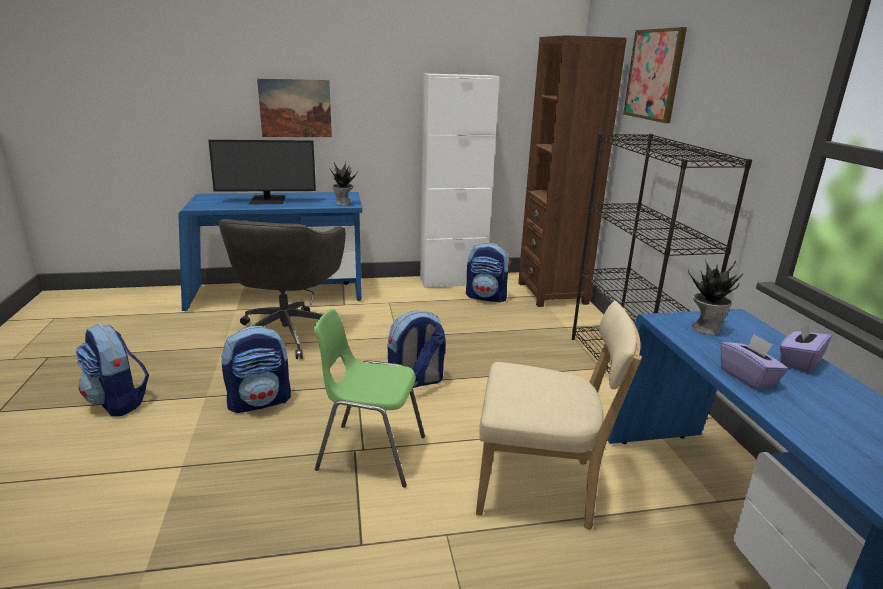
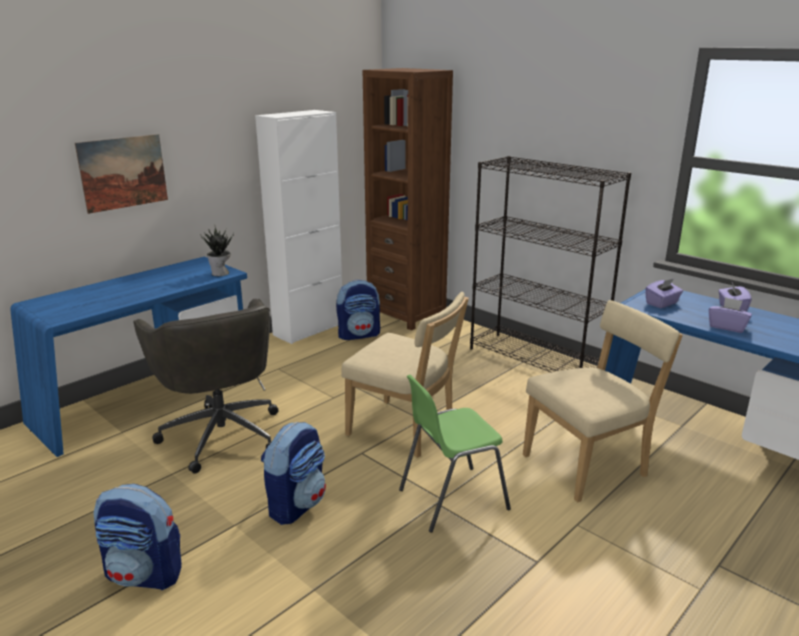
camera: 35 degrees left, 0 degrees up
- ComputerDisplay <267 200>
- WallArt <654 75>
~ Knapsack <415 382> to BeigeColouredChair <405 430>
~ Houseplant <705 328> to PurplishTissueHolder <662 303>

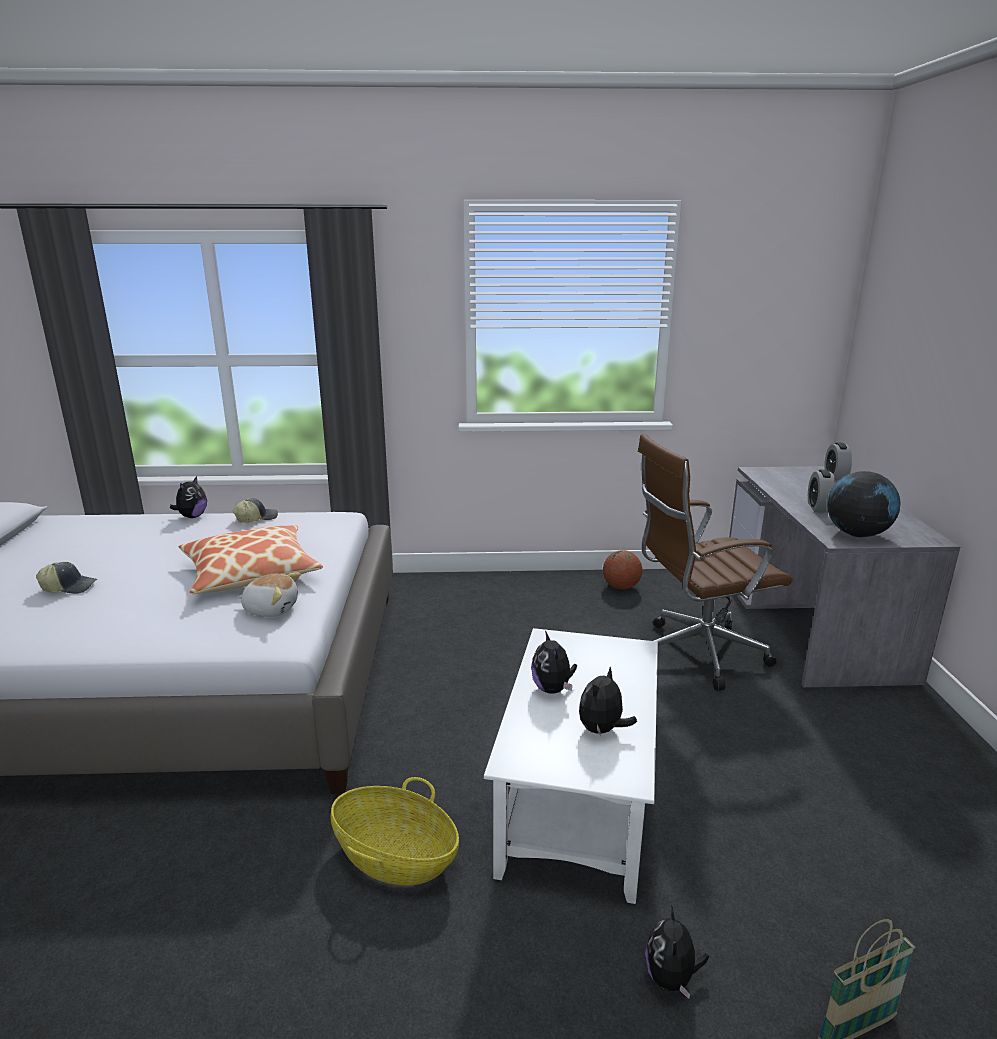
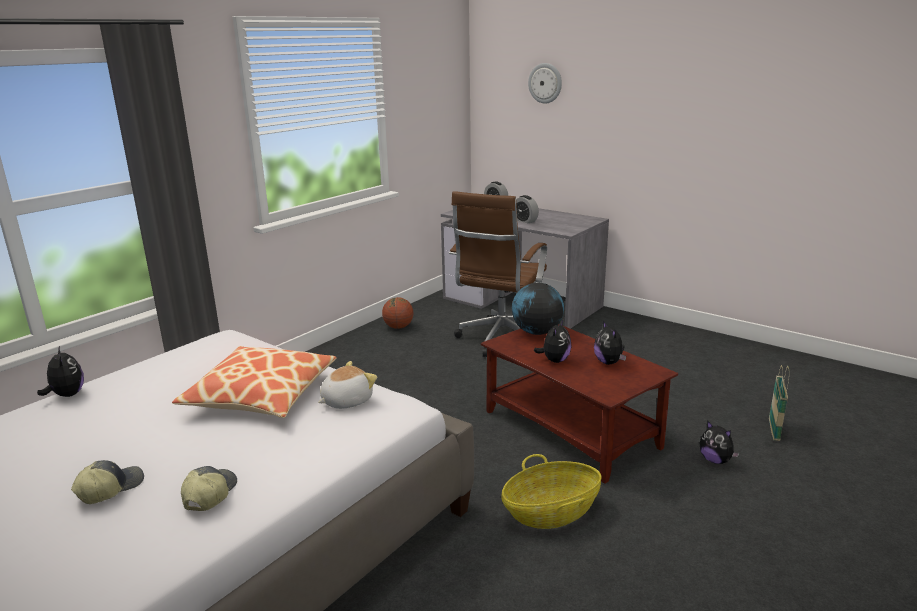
camera: 50 degrees left, 0 degrees up
+ WallClock <545 83>
~ BaseballCap <256 518> to <209 494>
~ Globe <856 534> to <536 332>
~ WhitishLowTable <578 798> to BrownishLowTable <572 429>
~ CuddlyToy <553 689> = <554 360> 90 degrees counterclockwise

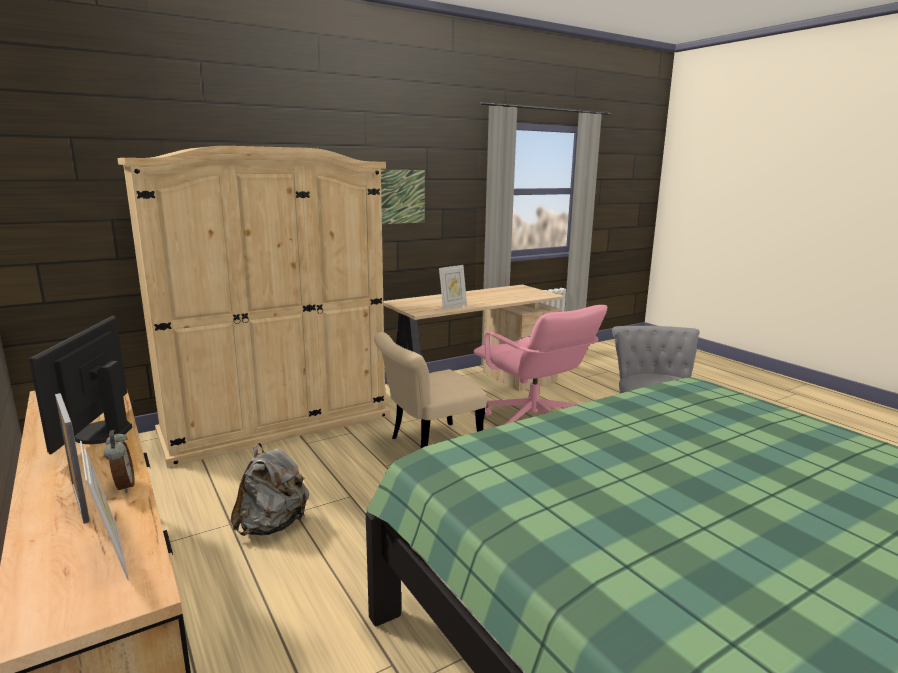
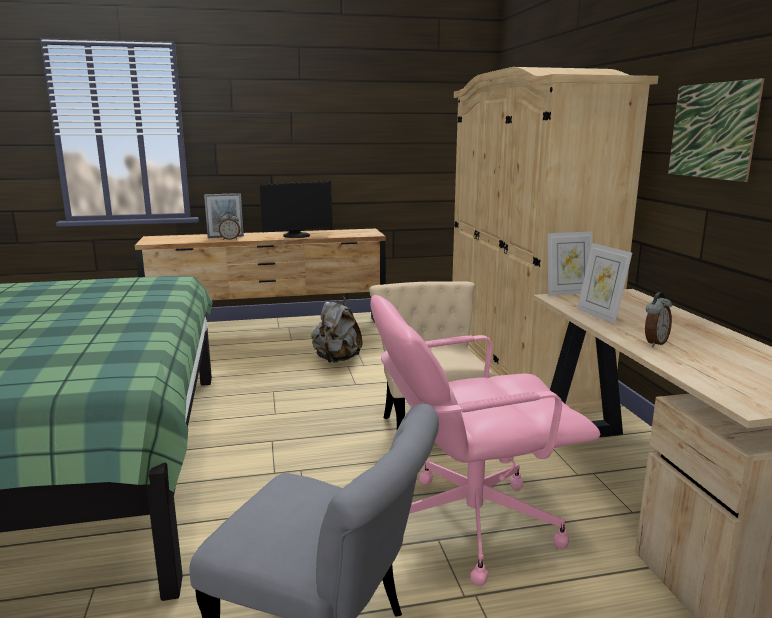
camera: 110 degrees right, 0 degrees up
+ BedsideClock <654 343>
~ PictureFrame <112 558> to <567 293>
~ ComputerDisplay <100 432> = <297 236> 135 degrees clockwise

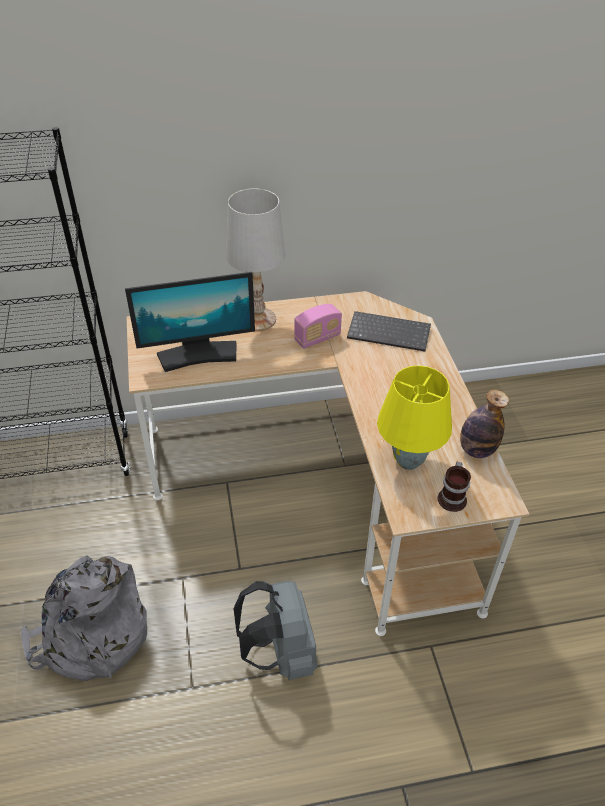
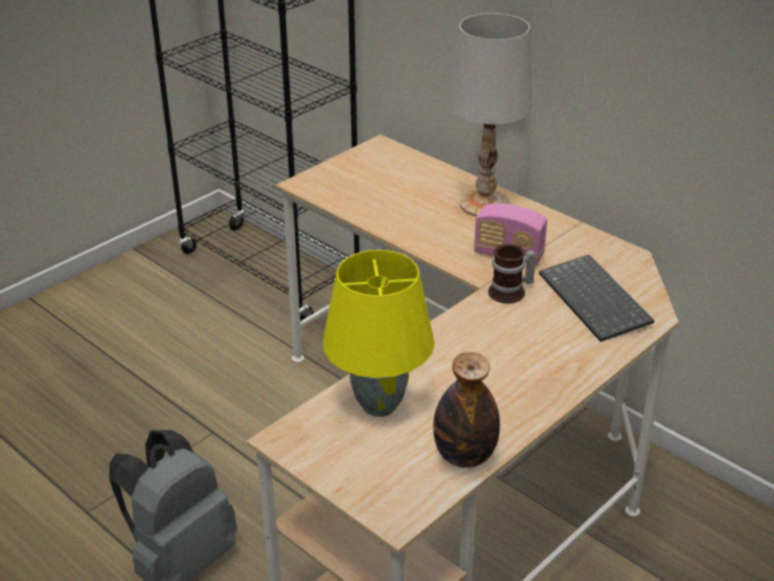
camera: 55 degrees right, 10 degrees down
- GreyKnapsack <91 636>
- ComputerDisplay <198 355>
~ TeaMug <453 497> to <511 292>

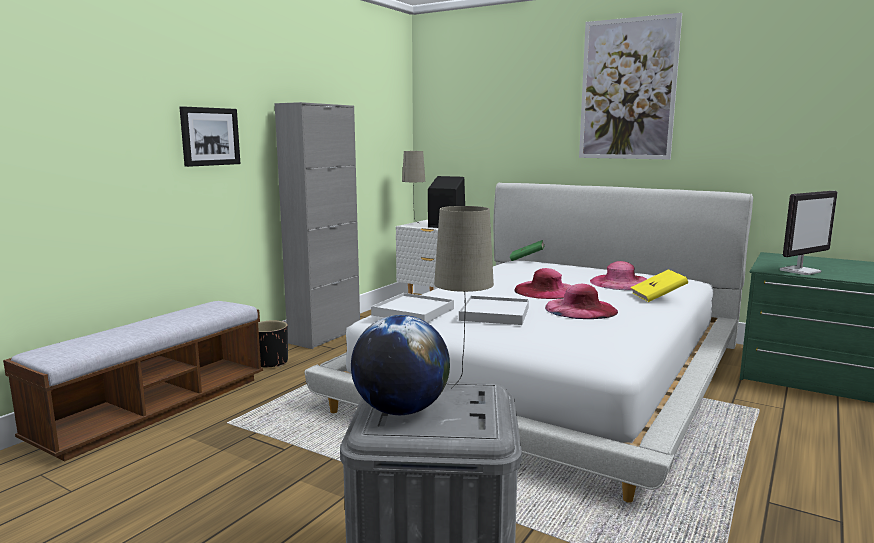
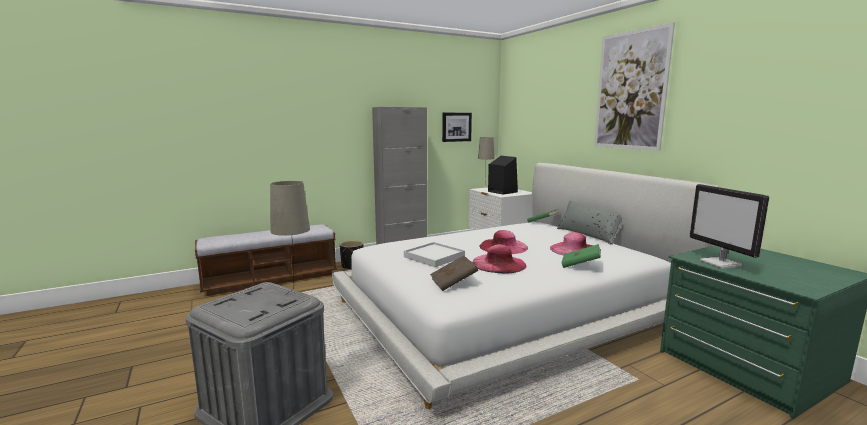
camera: 30 degrees right, 0 degrees up
- Globe <401 410>
- WhitishServingTray <413 312>
+ BrownishBoundBook <453 283>
+ GreyPillow <588 235>
~ WallArt <209 136> to <456 127>
~ YellowBoundBook <658 297> to GreenColouredBoundBook <580 265>
~ ComputerDisplay <800 271> = <721 263> 75 degrees clockwise

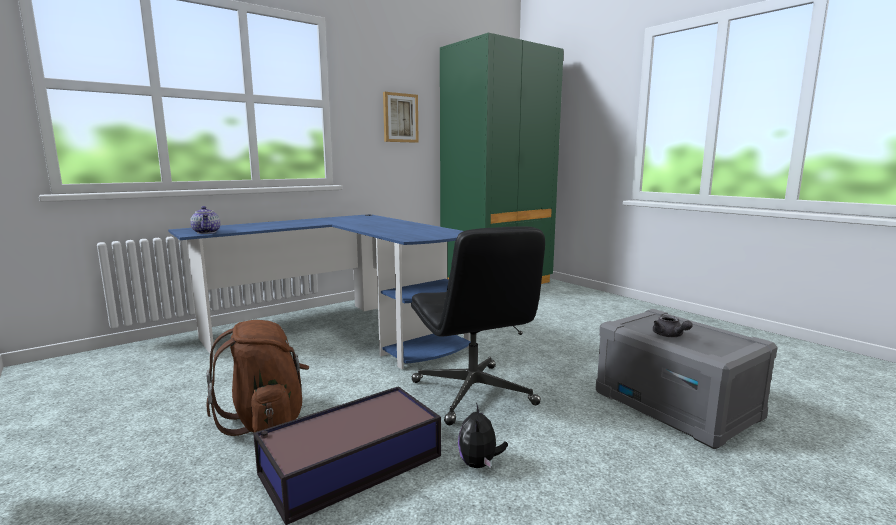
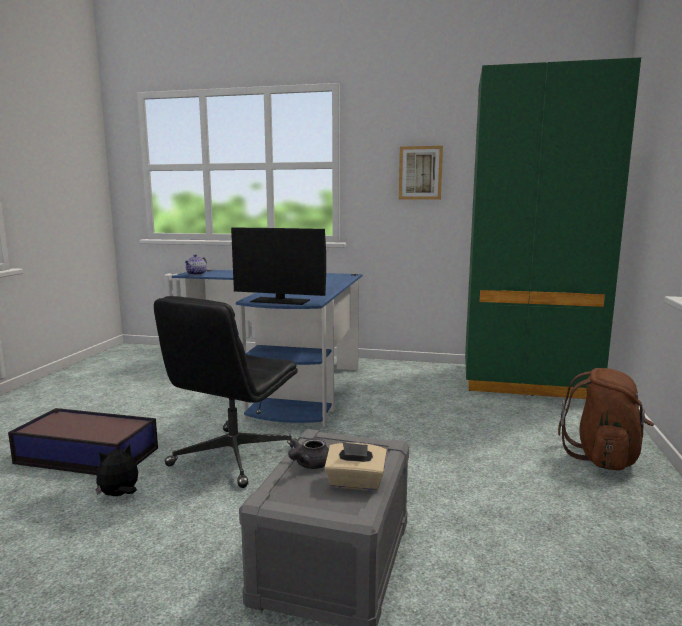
camera: 50 degrees right, 0 degrees up
+ ComputerDisplay <280 301>
+ BeigeColouredTissueHolder <355 483>
~ BrownishKnapsack <266 421> to <603 458>

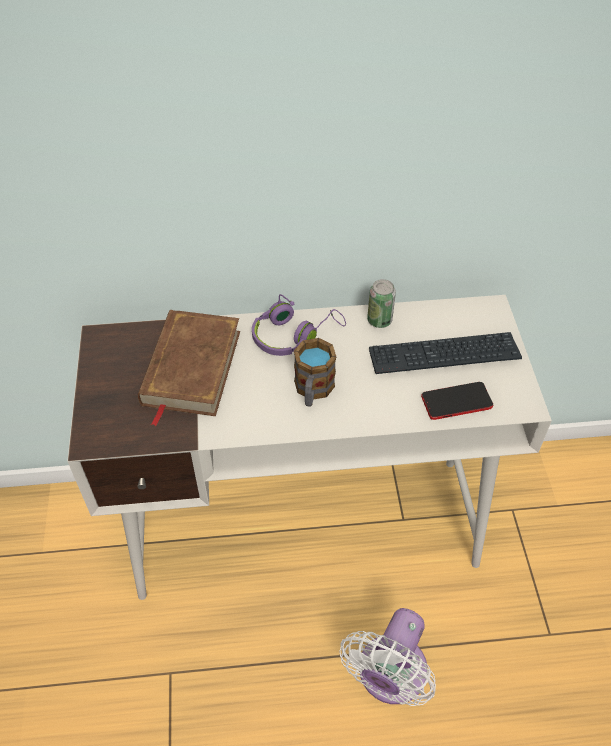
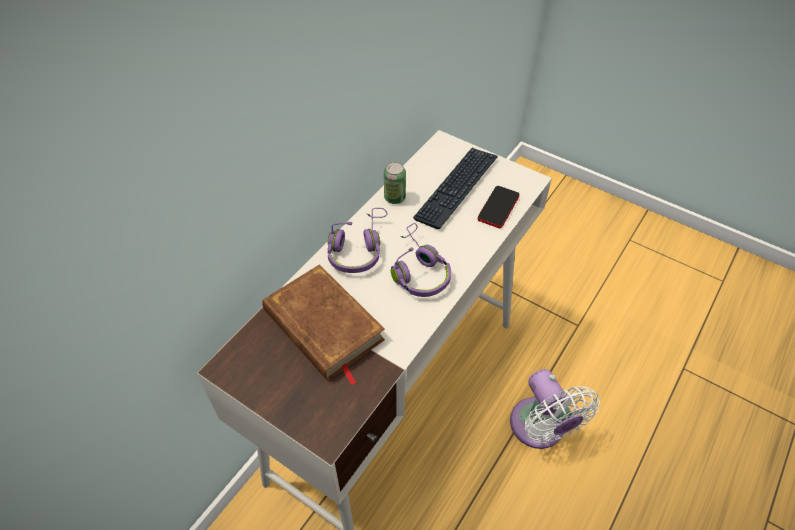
camera: 50 degrees left, 0 degrees up
~ TeaMug <313 391> to PurplishHeadset <418 270>

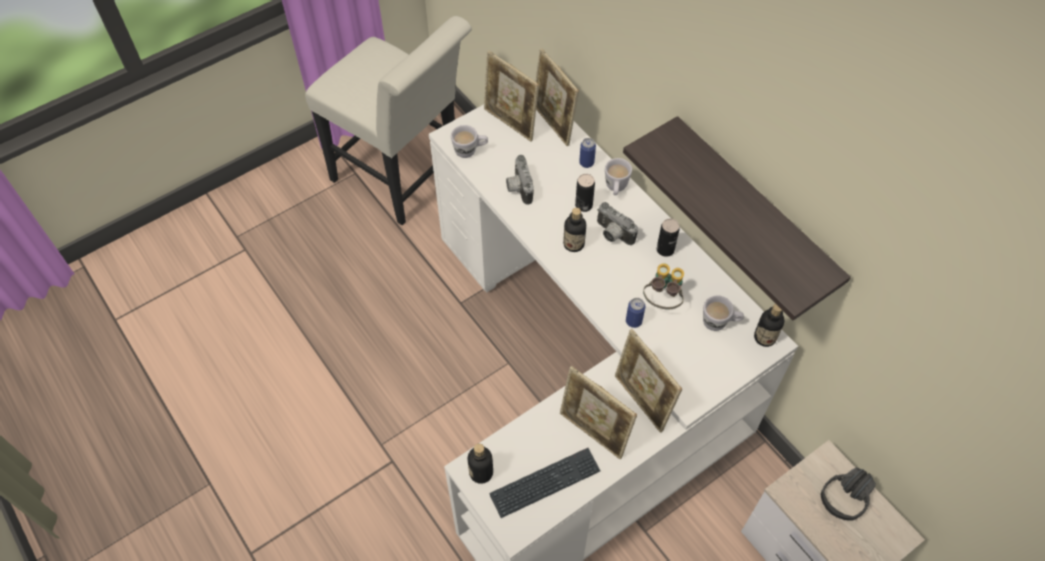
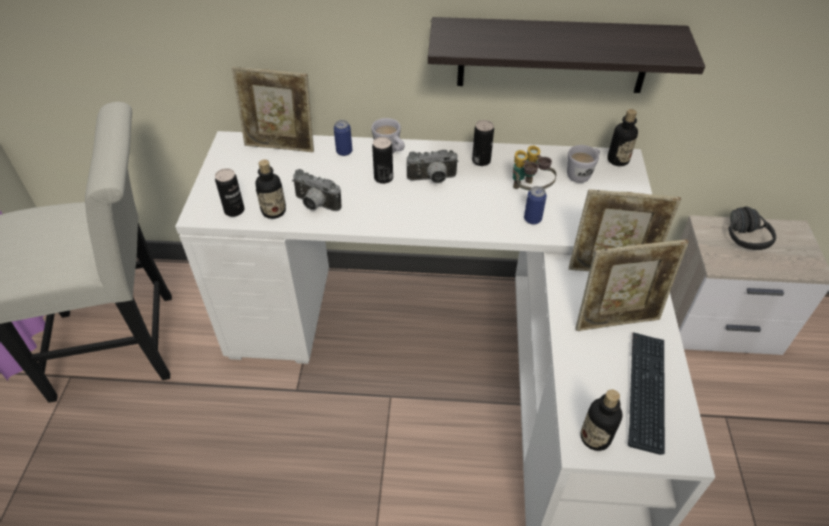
camera: 50 degrees left, 10 degrees down
- PictureFrame <510 123>
~ Bottle <573 244> to <274 211>
~ WhitishTeaMug <470 151> to Can <234 210>

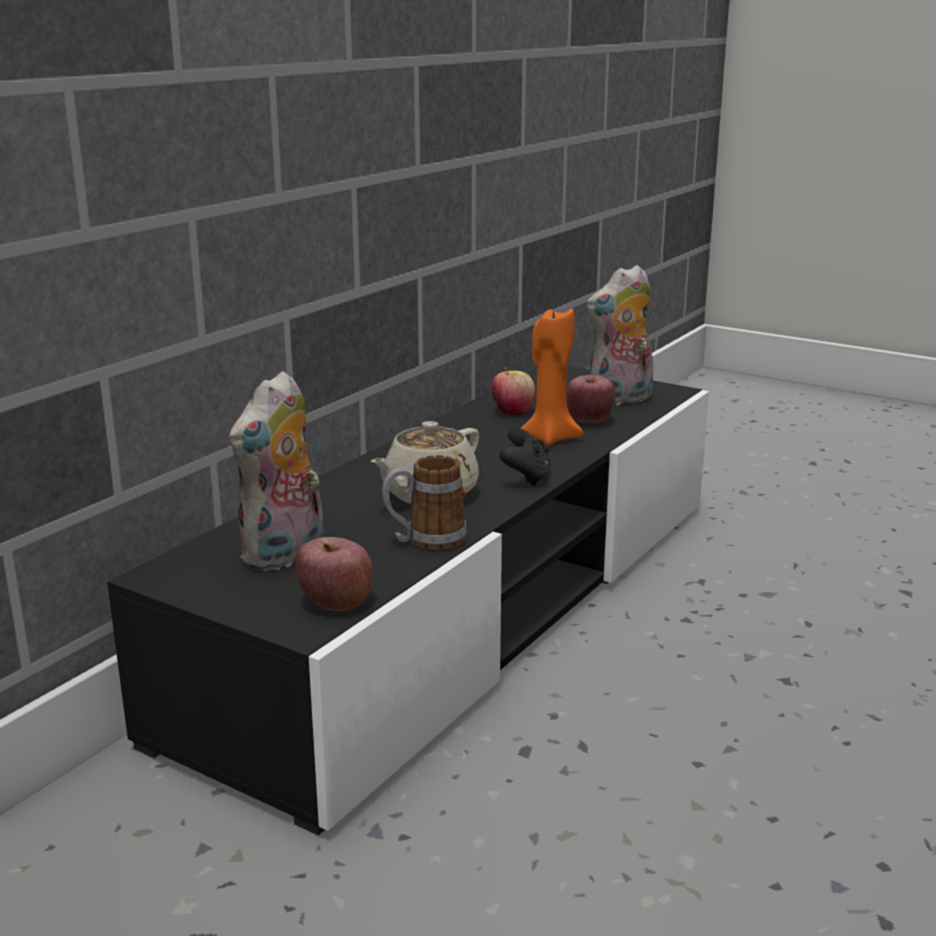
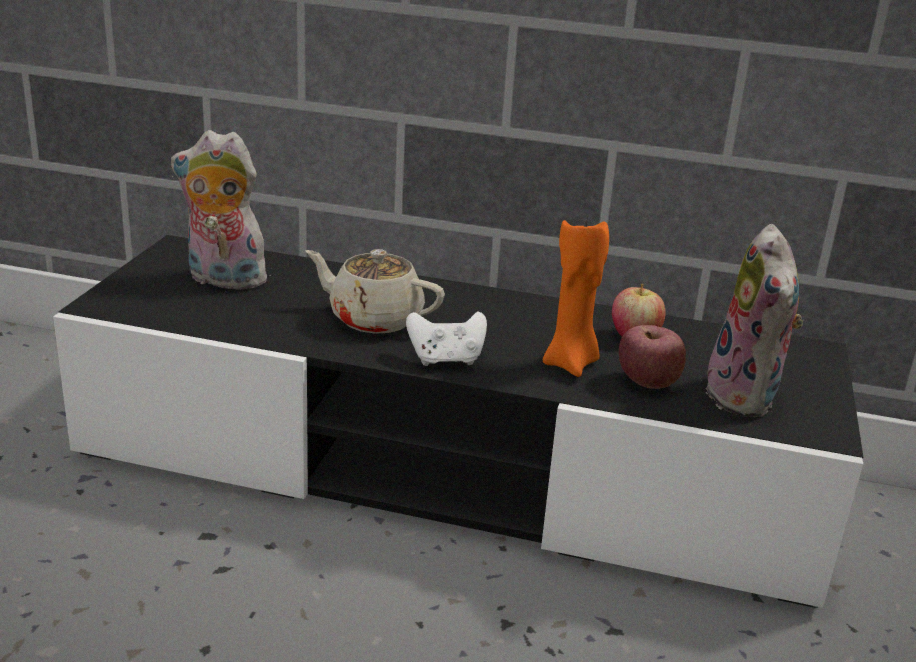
camera: 70 degrees right, 5 degrees up
- Apple <335 604>
- TeaMug <425 541>
~ BlackGamepad <526 477> to WhitishGamepad <446 360>
~ CuddlyToy <620 399> = <747 397> 135 degrees counterclockwise

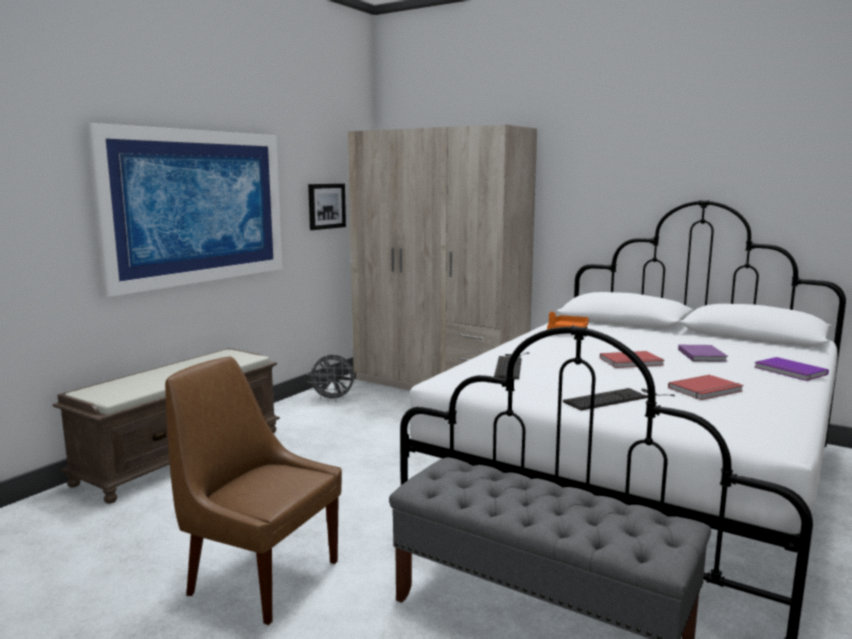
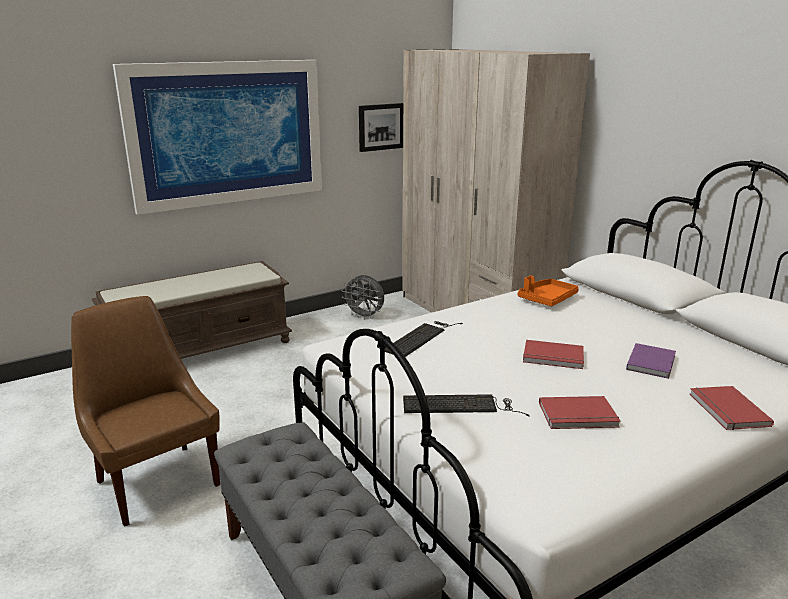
camera: 25 degrees right, 10 degrees up
~ PurplishBoundBook <789 371> to RedBoundBook <727 410>

